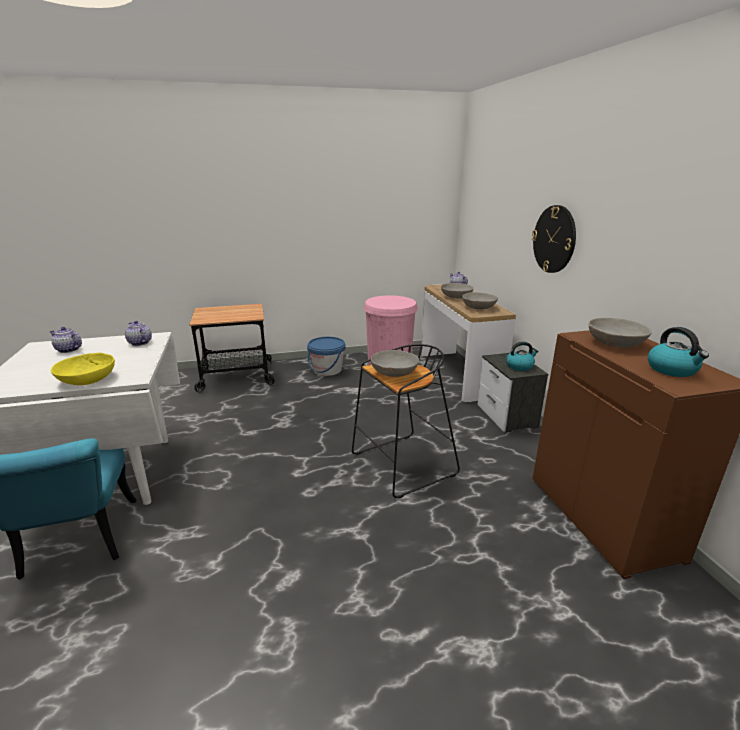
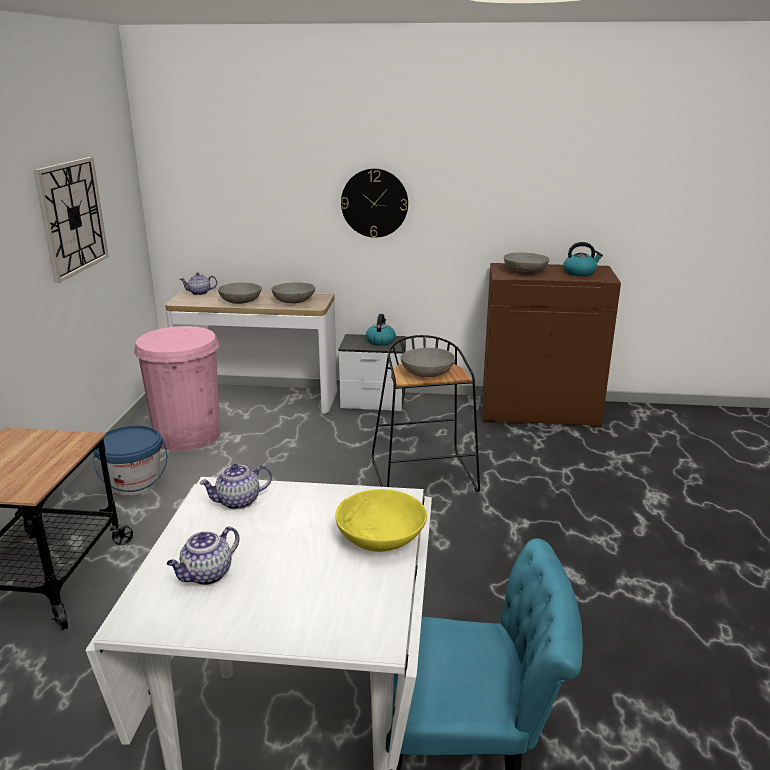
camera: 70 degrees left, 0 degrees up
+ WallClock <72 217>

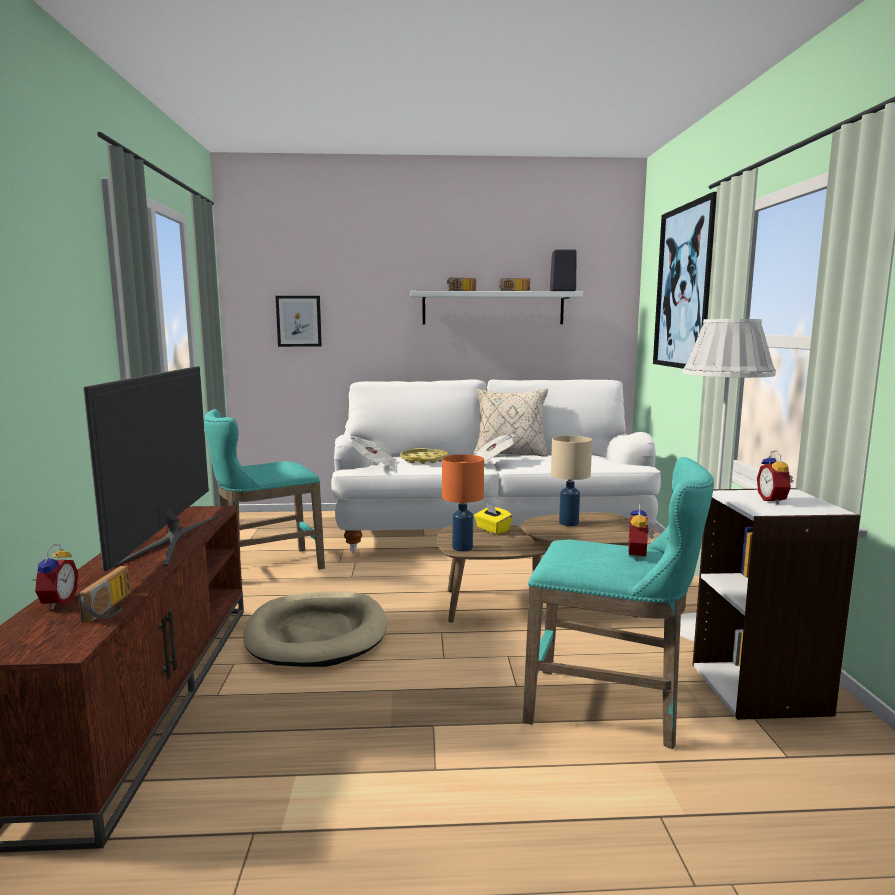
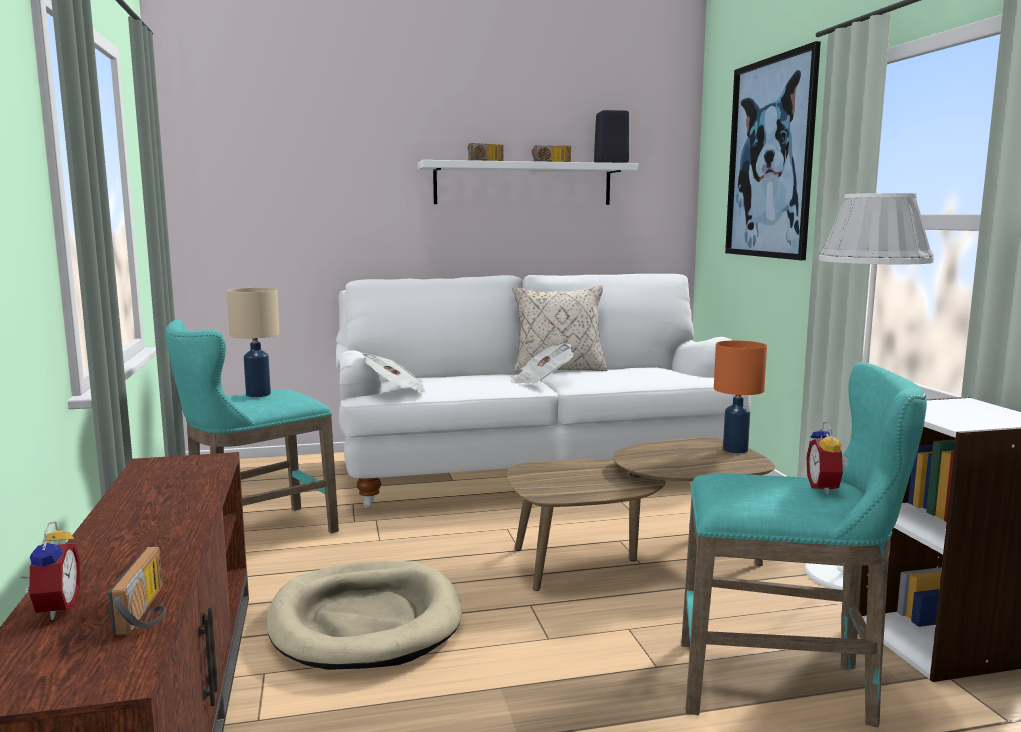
camera: 10 degrees left, 0 degrees up
- TvSet <170 539>
- WallArt <299 321>
- YellowServingTray <424 460>
- YellowTissueHolder <492 530>
- BedsideClock <774 500>
~ OrangeColouredTabletopLamp <463 548> to <736 450>
~ BeigeColouredTabletopLamp <569 523> to <259 394>

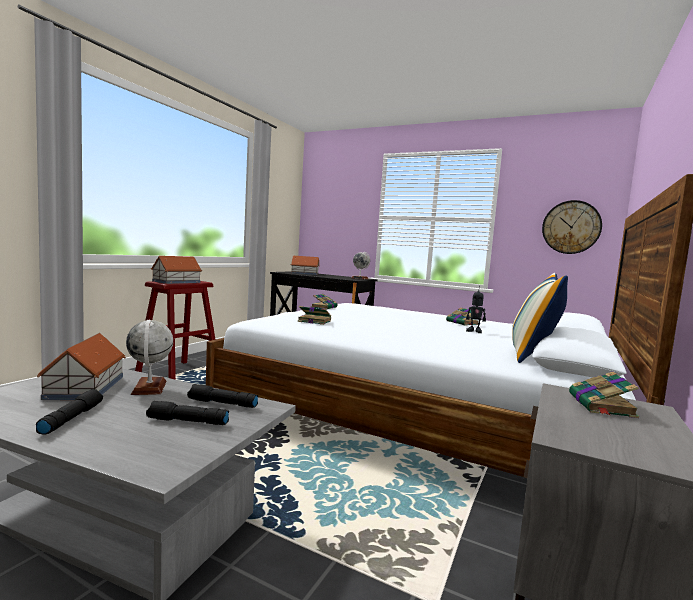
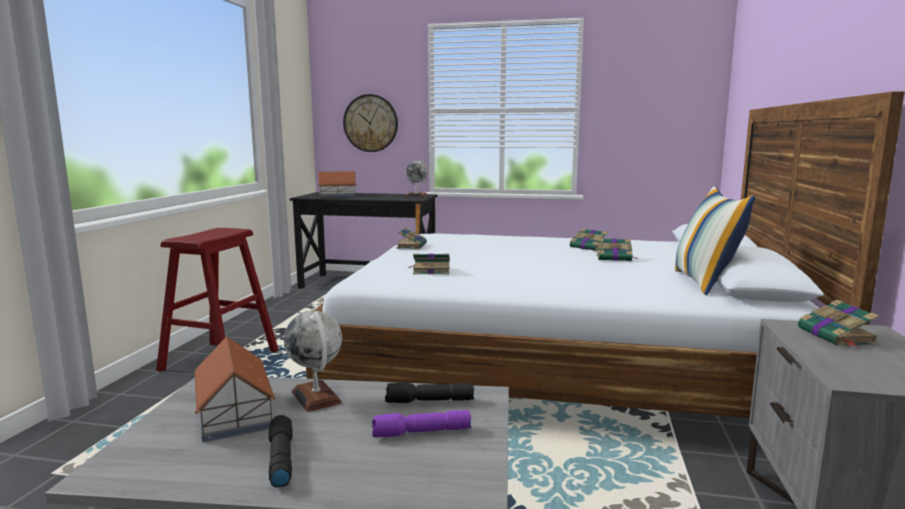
camera: 15 degrees left, 5 degrees up
- ModelHouse <177 282>
~ WallClock <571 227> to <370 123>
~ RobotFigure <474 331> to BoundBook <615 258>
~ BlackFlashlight <187 422> to PurplishFlashlight <421 433>

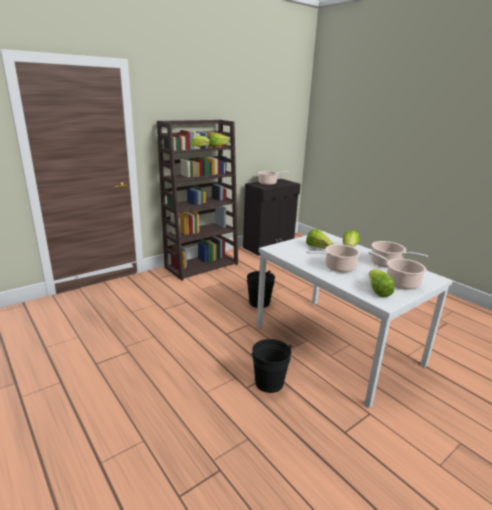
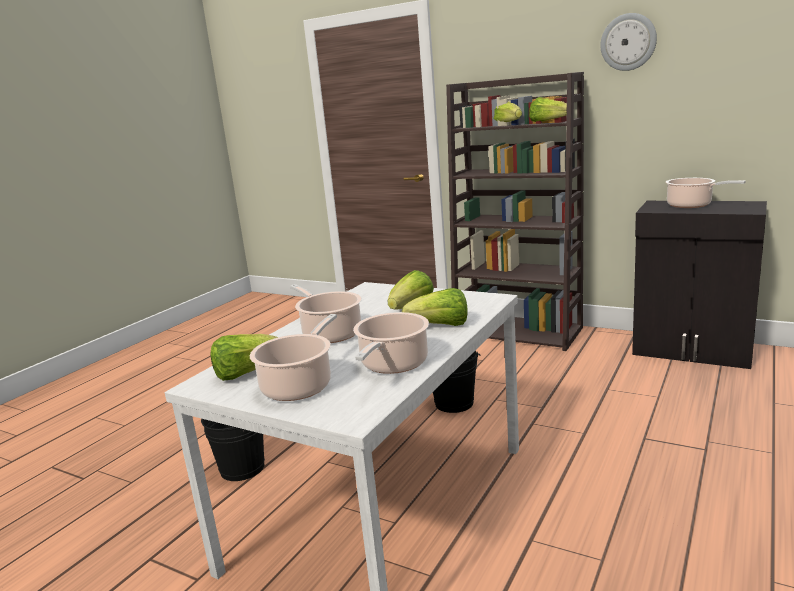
camera: 70 degrees right, 5 degrees down
+ WallClock <628 42>

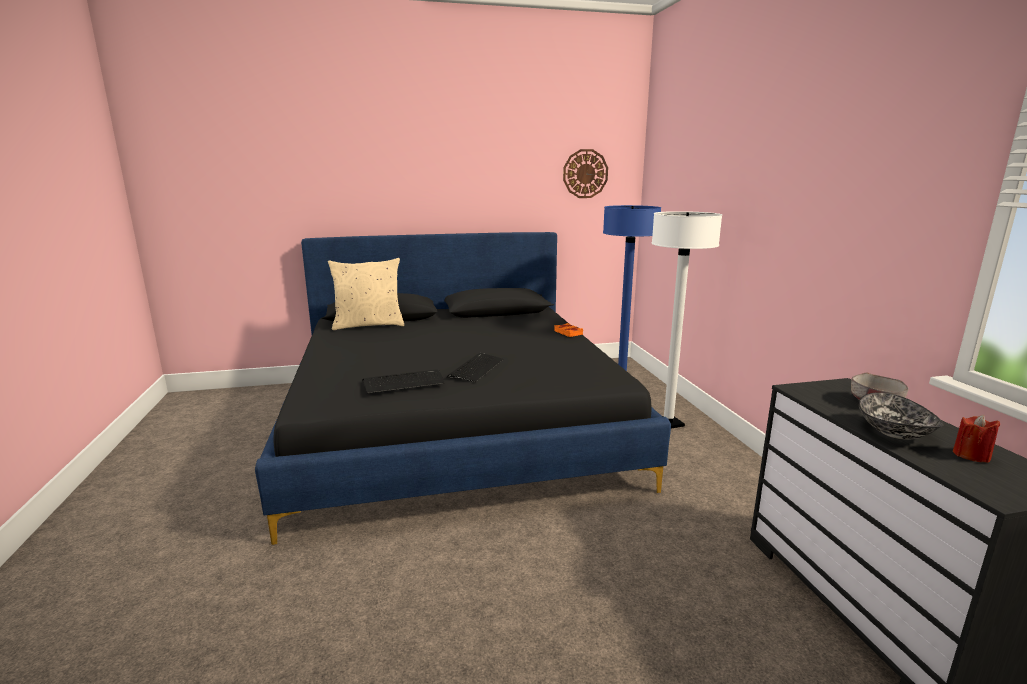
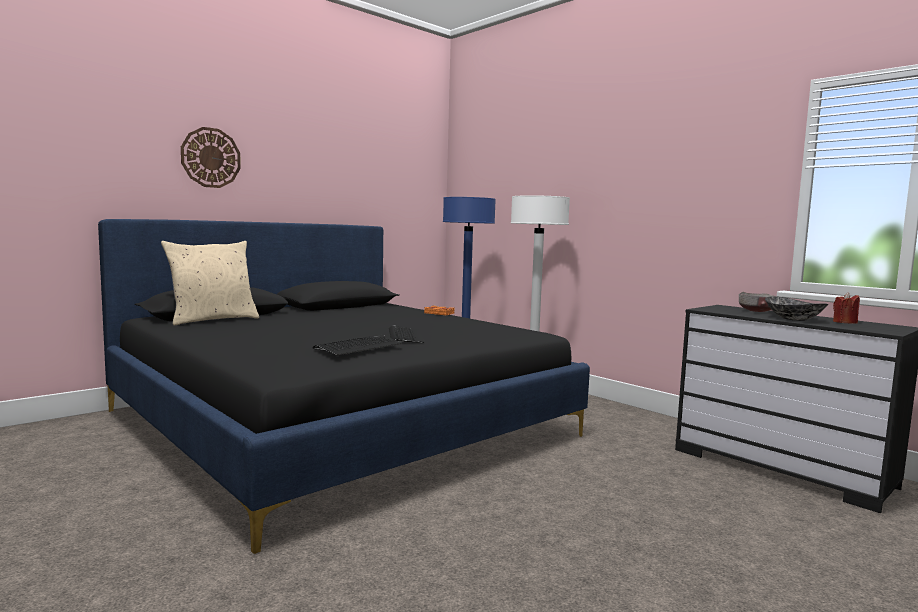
camera: 30 degrees left, 10 degrees down
~ WallClock <585 173> to <211 158>

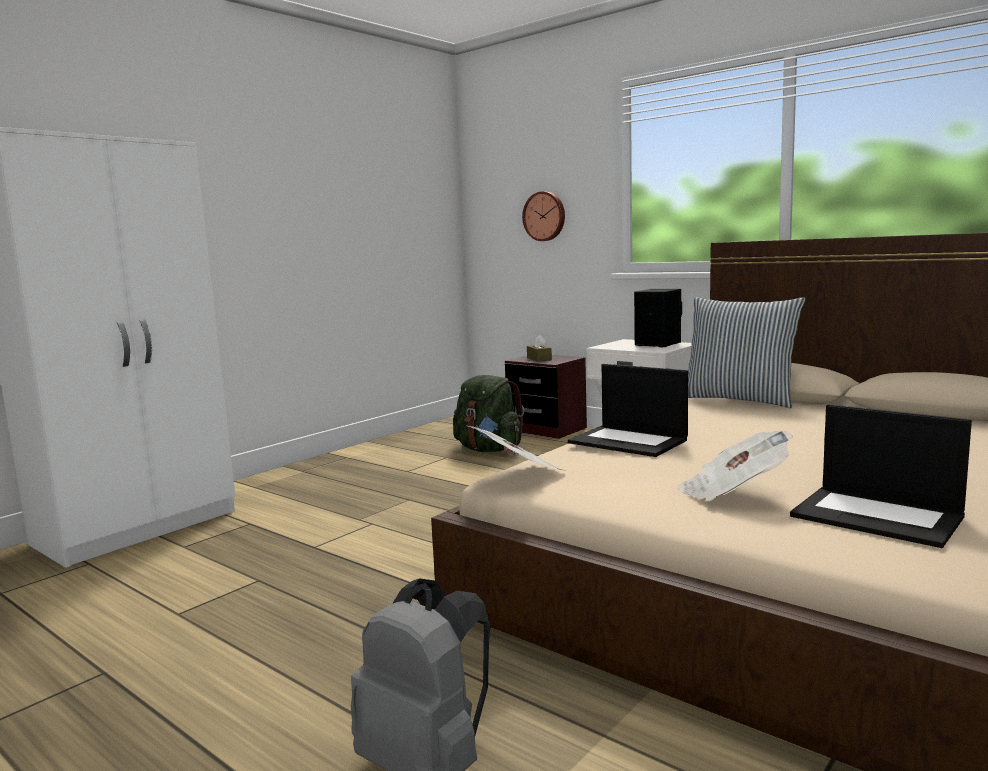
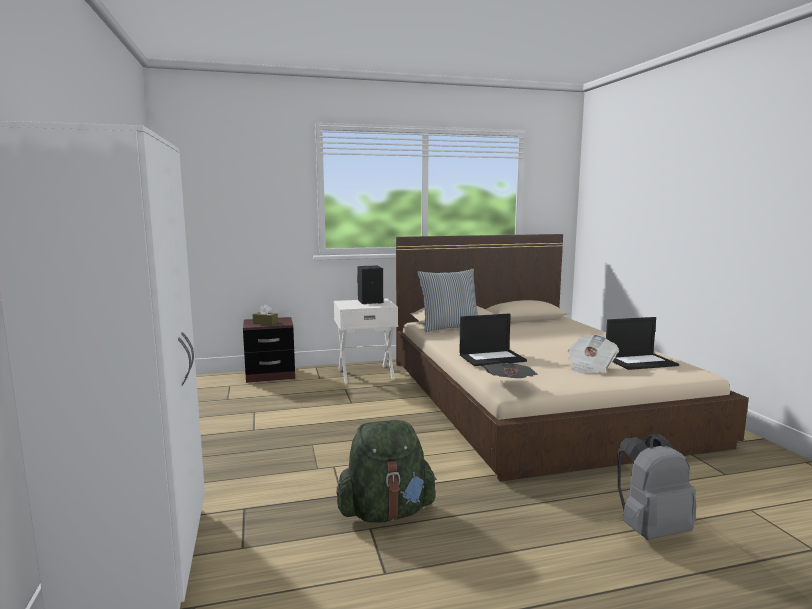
camera: 55 degrees left, 0 degrees up
- WallClock <545 216>
~ GreenColouredKnapsack <489 449> to <386 512>

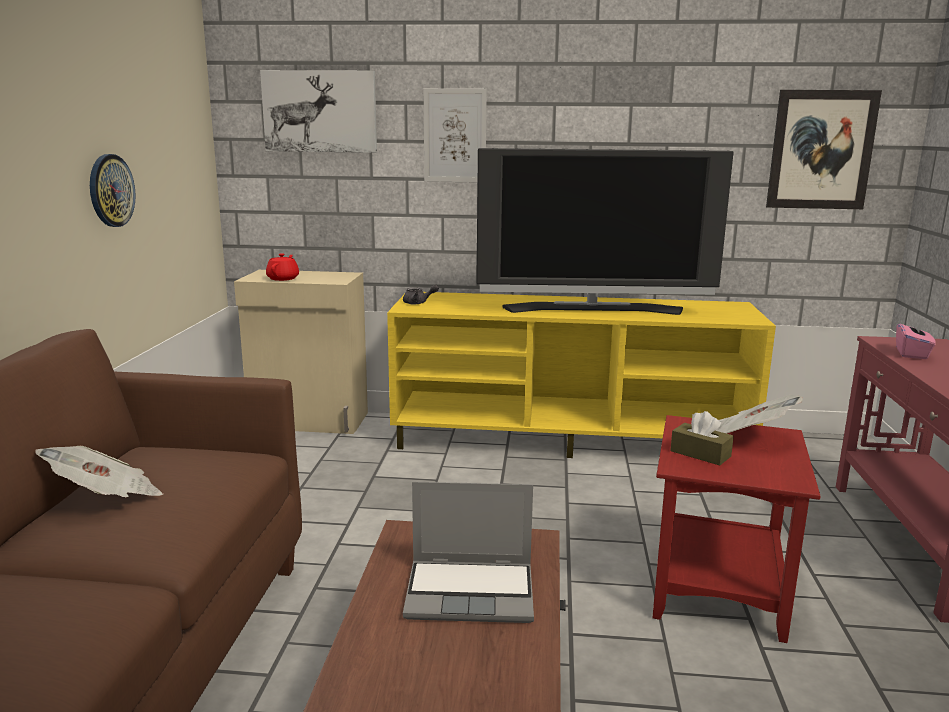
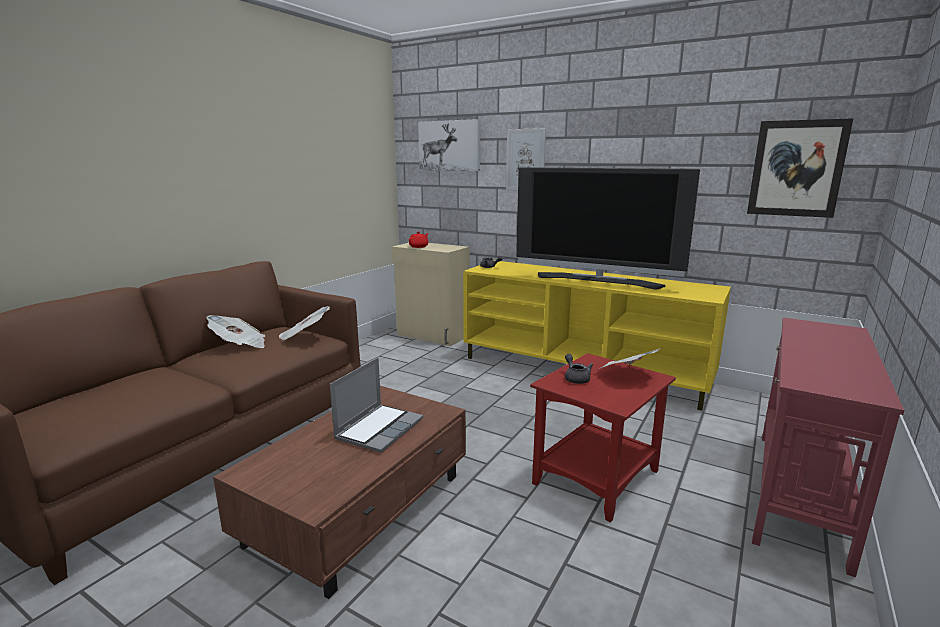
camera: 25 degrees right, 0 degrees up
- WallClock <111 190>
- PinkTissueHolder <912 354>
+ DailyPaper <304 337>
~ BrownishTissueHolder <700 454> to GreyPotForTea <576 378>
~ NotebookComputer <472 592> = <379 428> 90 degrees counterclockwise

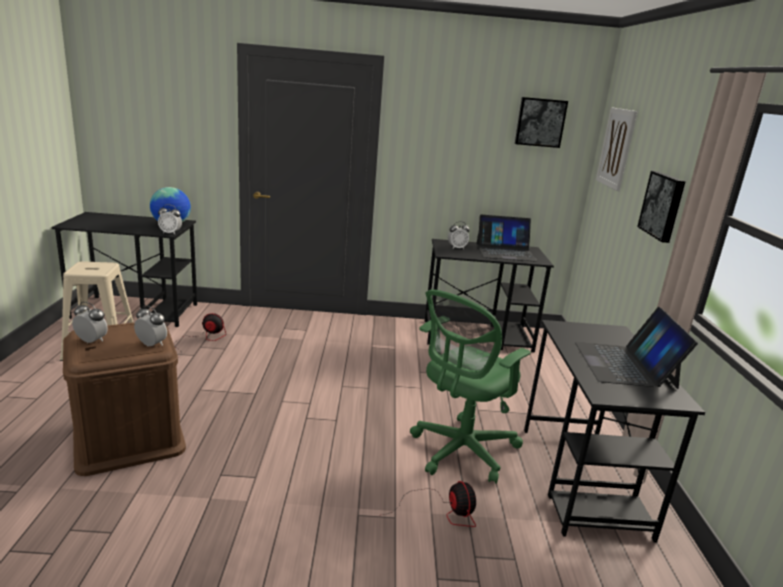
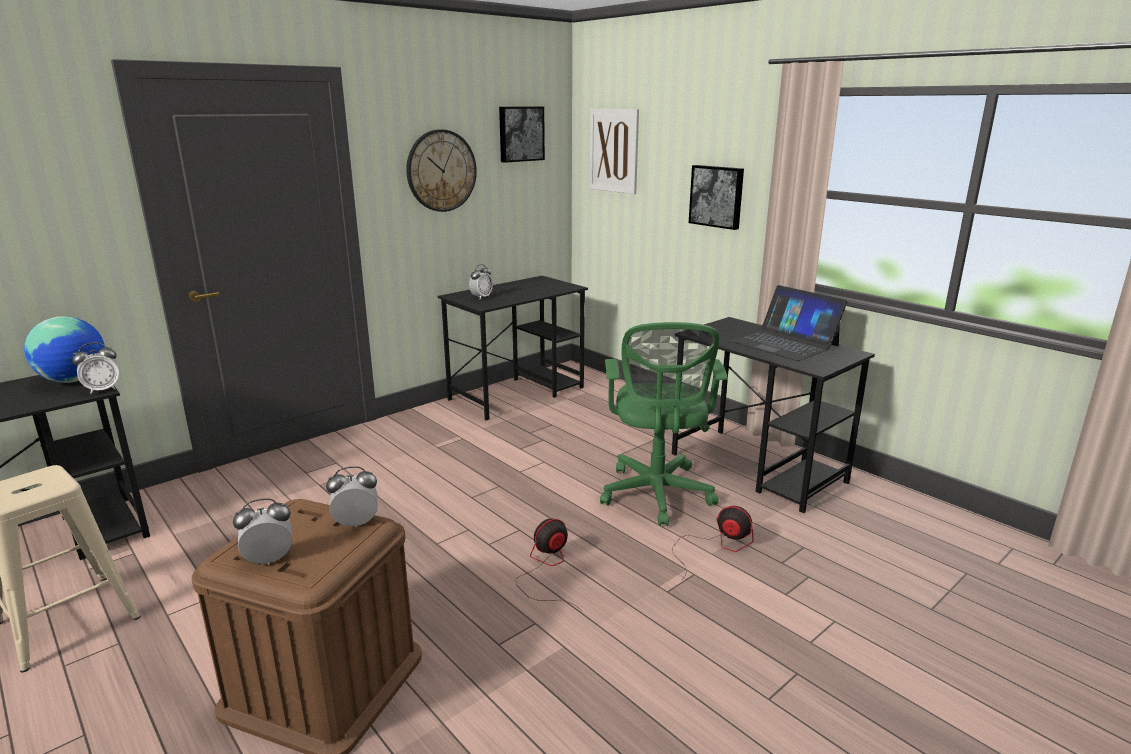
camera: 40 degrees left, 0 degrees up
- NotebookComputer <505 252>
+ WallClock <441 171>
~ ElectricFan <202 339> to <547 569>

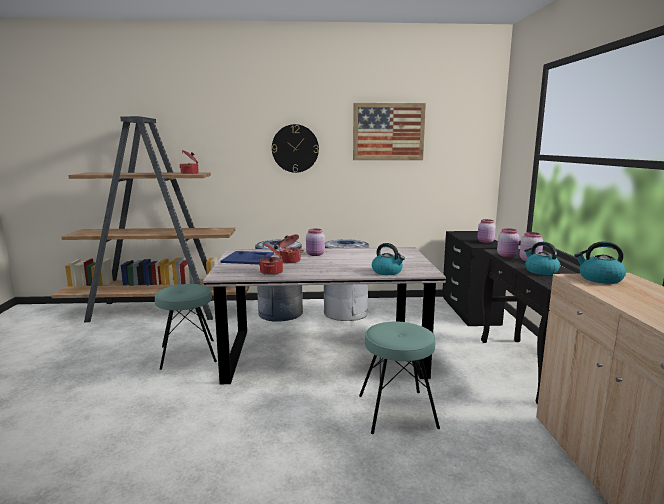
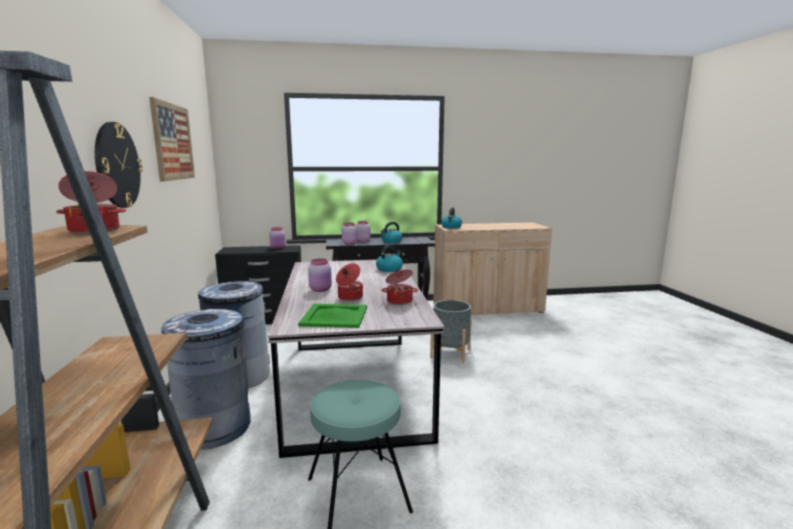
camera: 95 degrees left, 0 degrees up
~ TurquoiseColouredStool <397 411> to GreyFlowerPot <450 353>
~ BlueColouredServingTray <247 258> to GreenColouredServingTray <335 316>

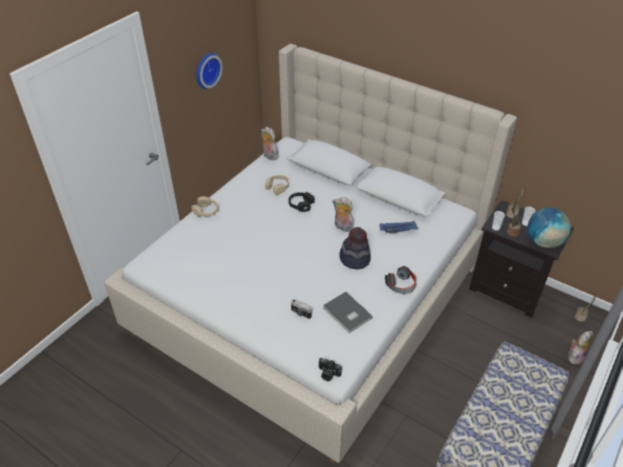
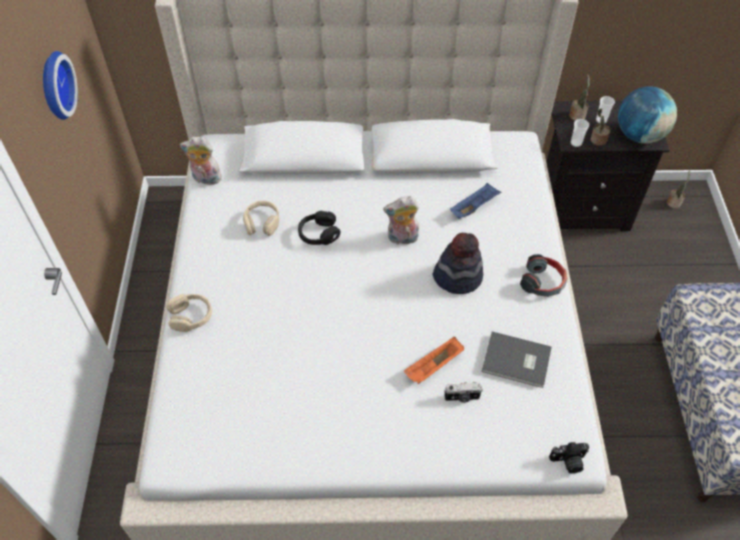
camera: 35 degrees left, 10 degrees up
- CuddlyToy <575 356>
+ OrangeColouredServingTray <433 367>

